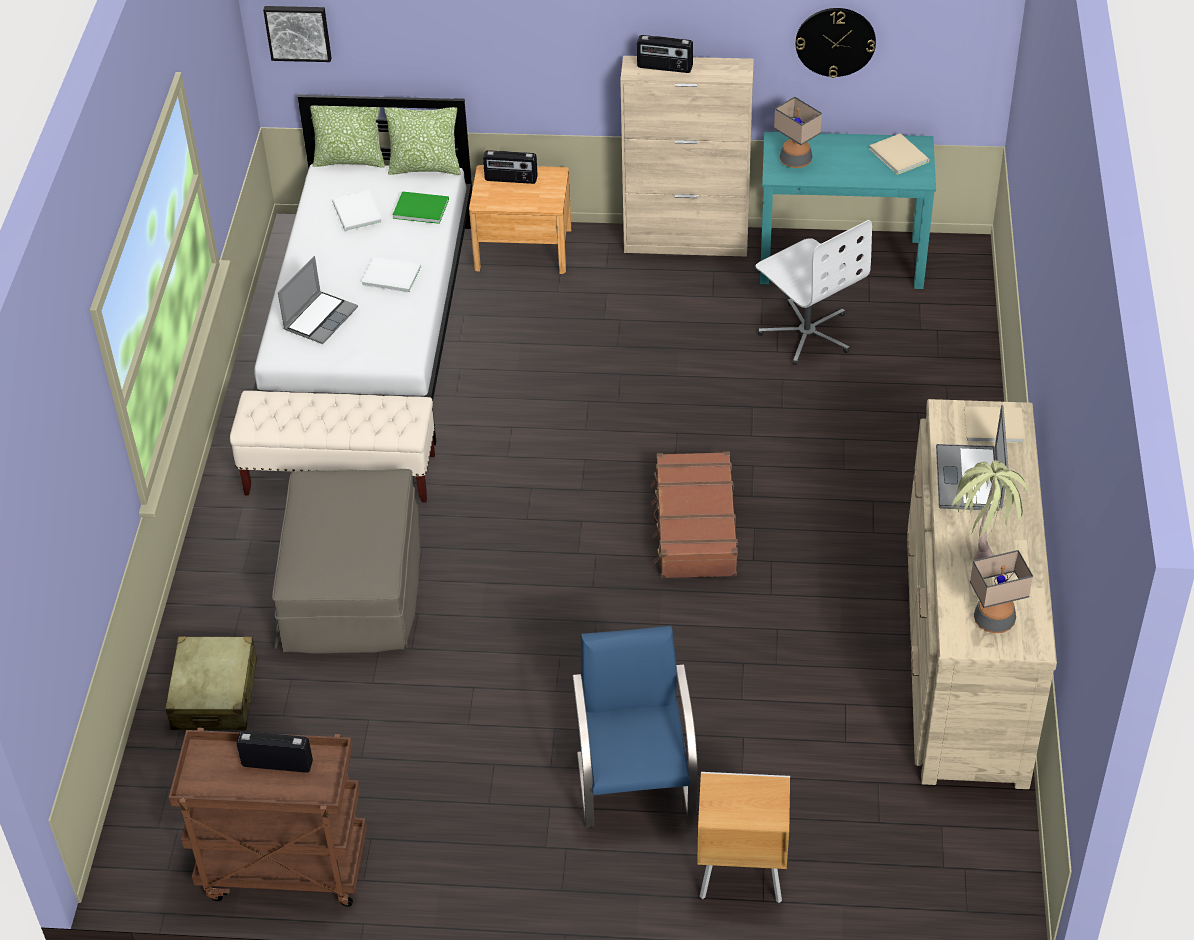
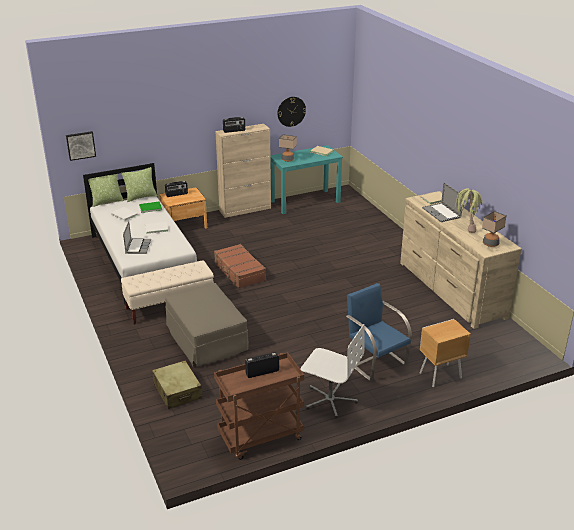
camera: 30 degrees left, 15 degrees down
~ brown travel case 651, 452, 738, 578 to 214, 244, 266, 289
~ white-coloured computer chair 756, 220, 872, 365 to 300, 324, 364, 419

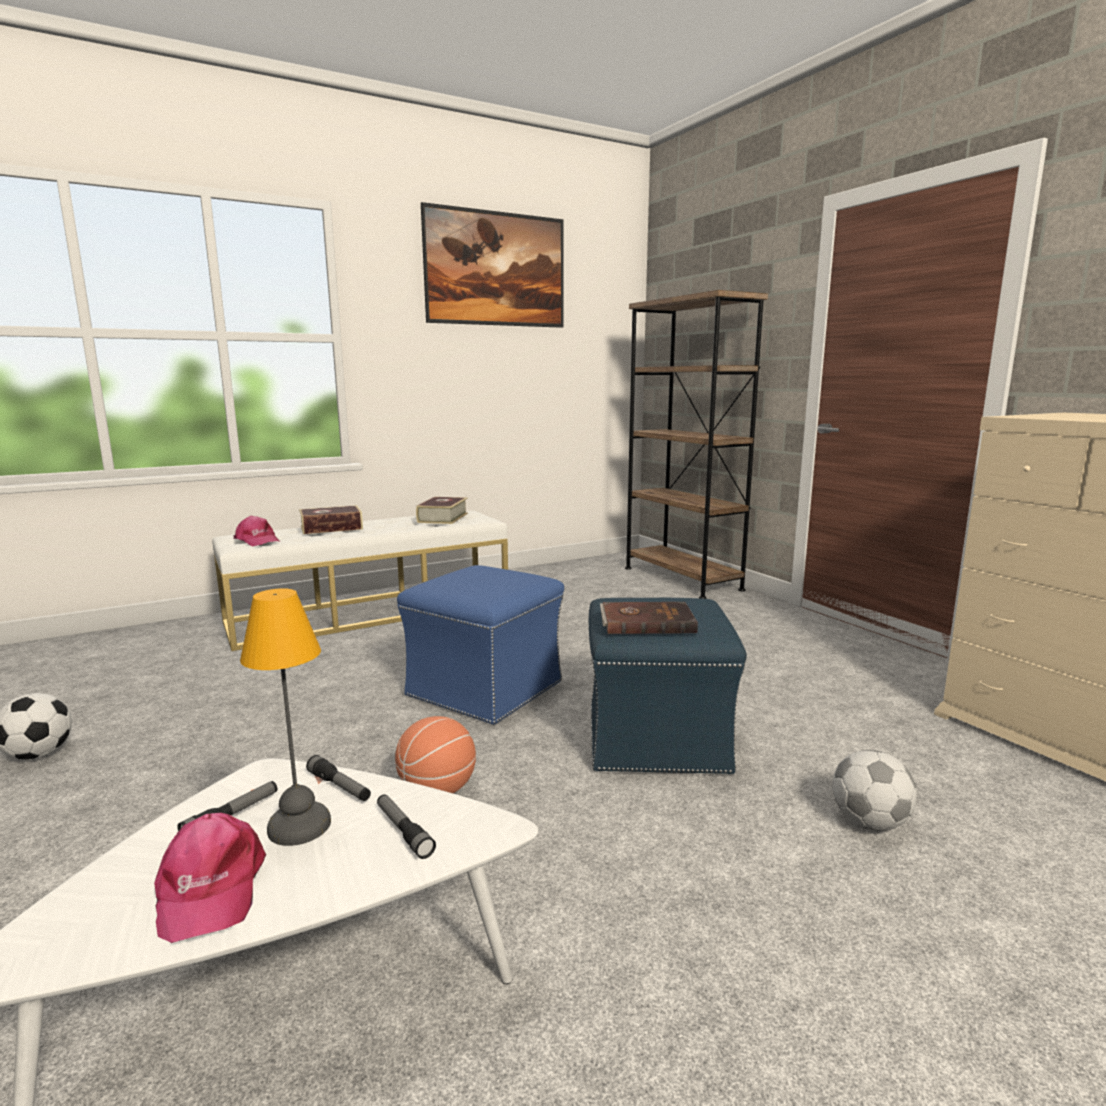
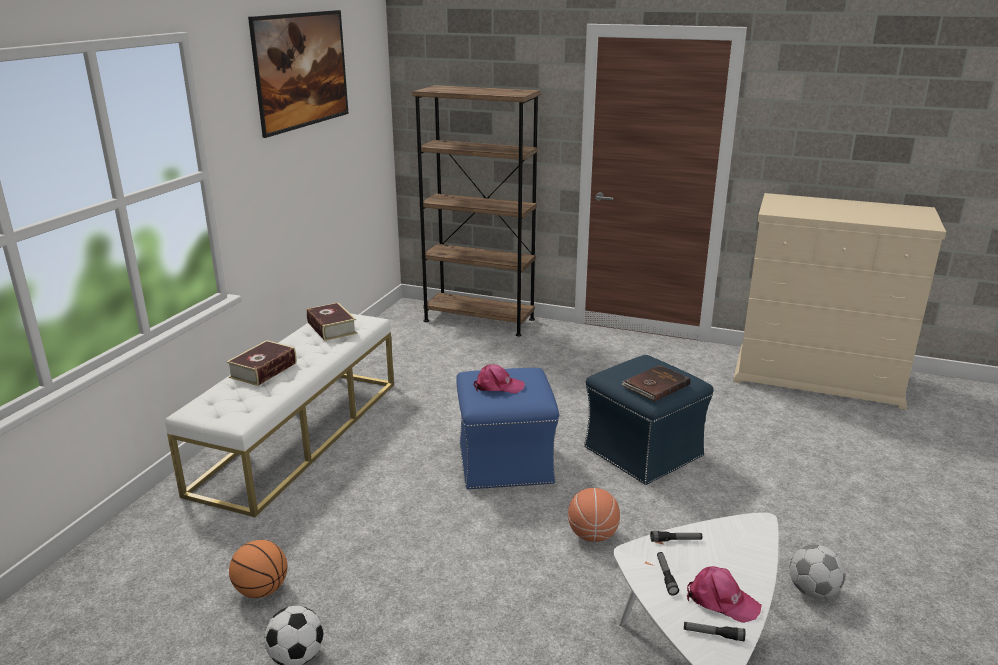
camera: 40 degrees left, 10 degrees up
+ basketball ball 229, 540, 287, 598
~ pink-coloured baseball cap 233, 516, 280, 546 to 474, 365, 525, 393
~ torch 377, 794, 436, 859 to 684, 622, 745, 641
~ football ball 832, 750, 917, 831 to 789, 545, 845, 599
- table lamp 240, 588, 331, 846

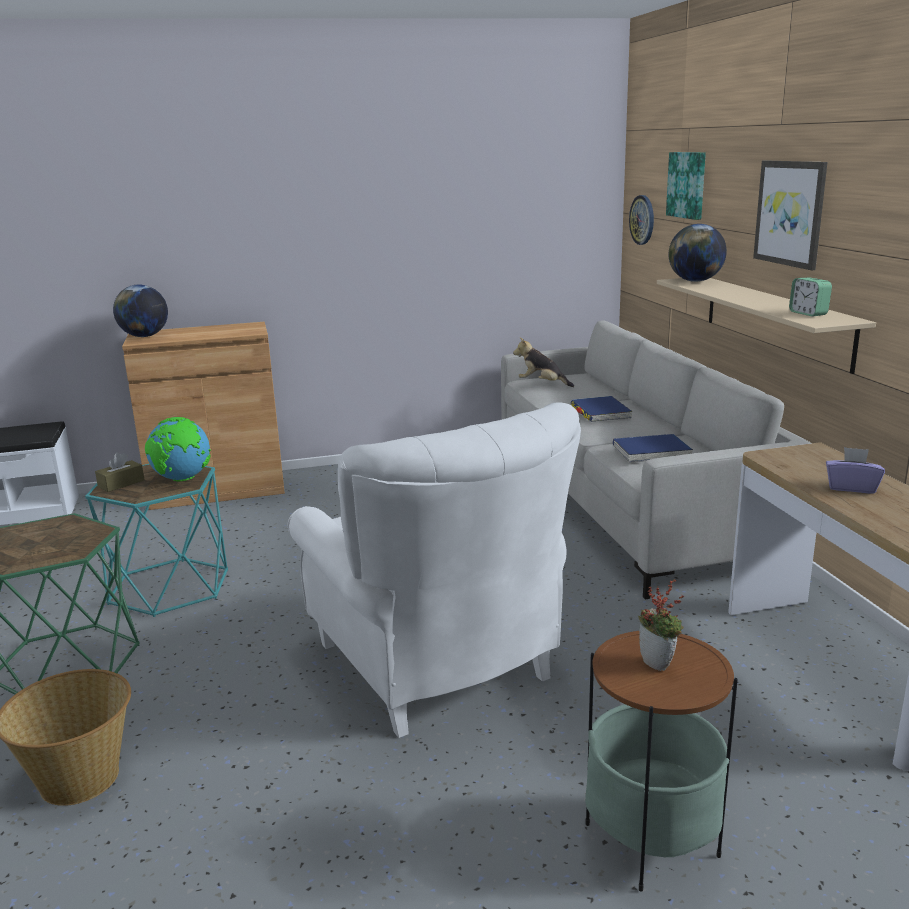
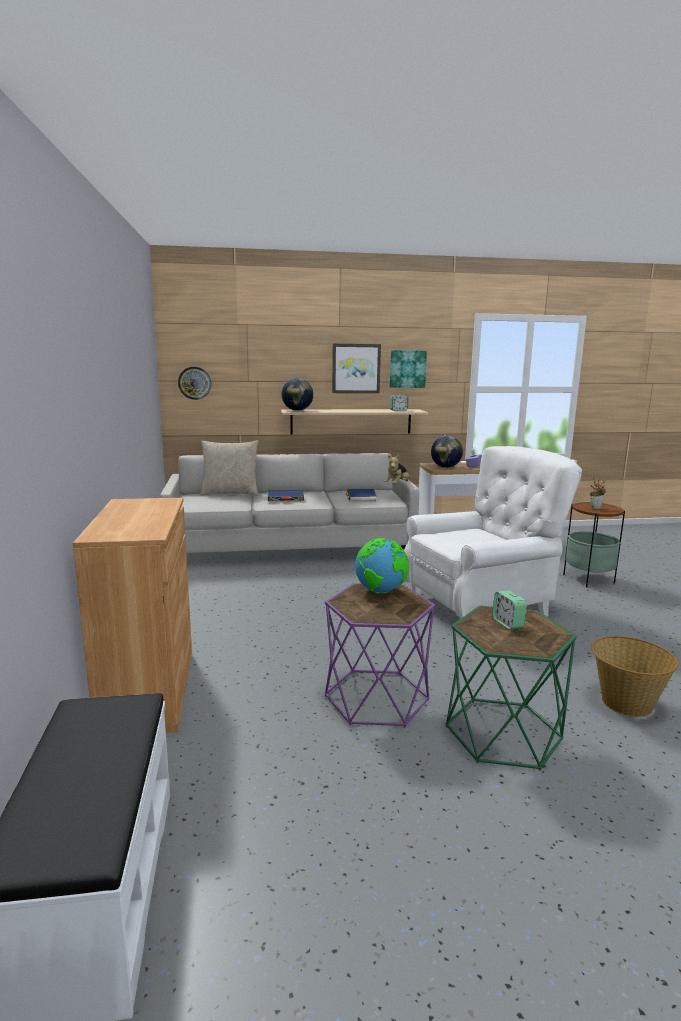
camera: 85 degrees left, 5 degrees down
+ beige pillow 200, 440, 258, 496
~ blue-green accent table 85, 464, 228, 617 to purple accent table 325, 583, 435, 727
~ soft toy 513, 338, 574, 387 to 384, 455, 409, 484
~ wall picture 666, 152, 706, 220 to 389, 350, 427, 388
~ desk globe 113, 285, 168, 337 to 431, 436, 463, 468
+ table clock 492, 591, 527, 629
- brown box of tissues 95, 452, 144, 492

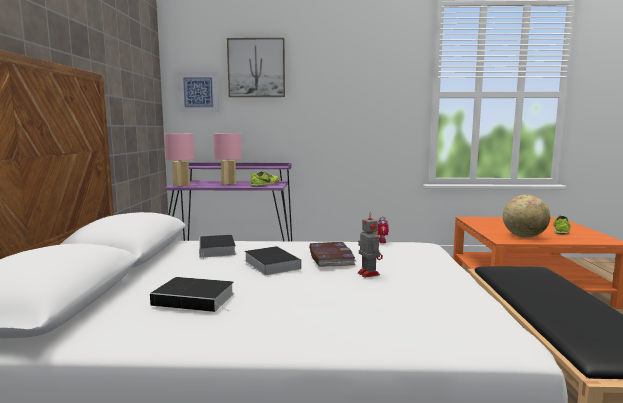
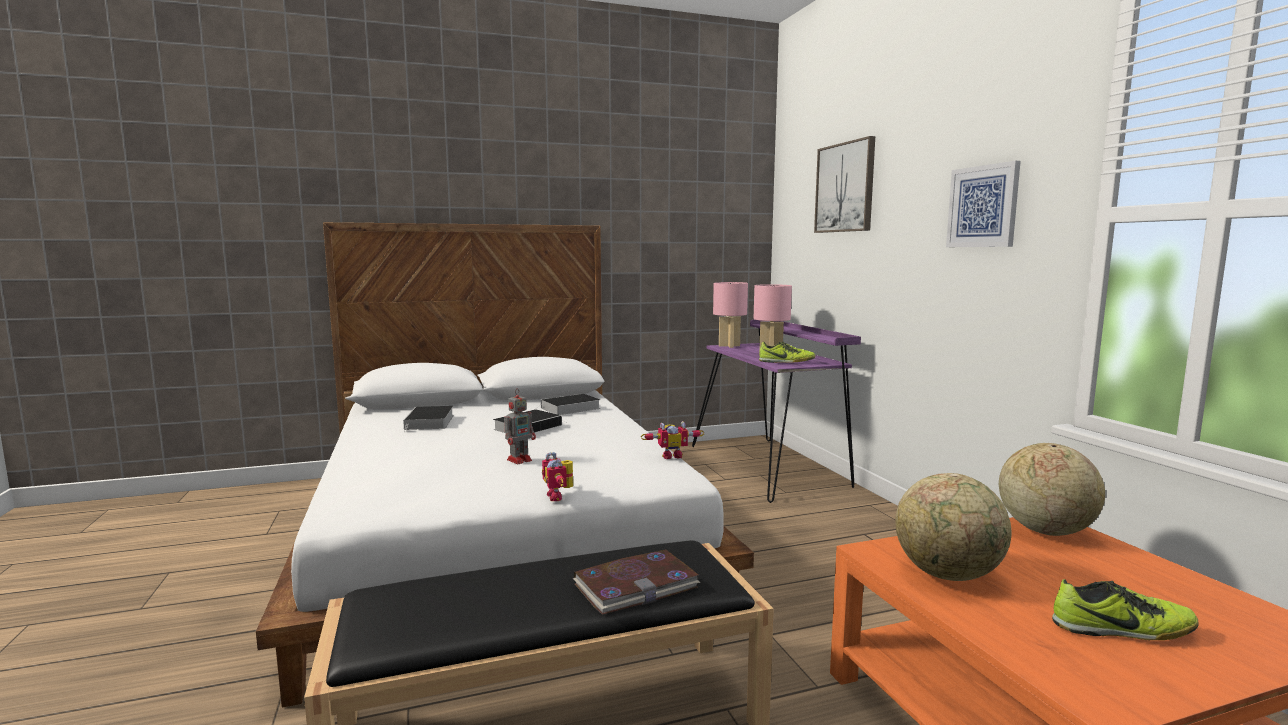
camera: 70 degrees right, 0 degrees up
+ model robot 542, 452, 573, 501
~ volume 309, 242, 357, 267 to 573, 550, 700, 615
~ wall picture 178, 72, 219, 112 to 946, 161, 1021, 247
+ desk globe 999, 443, 1105, 536

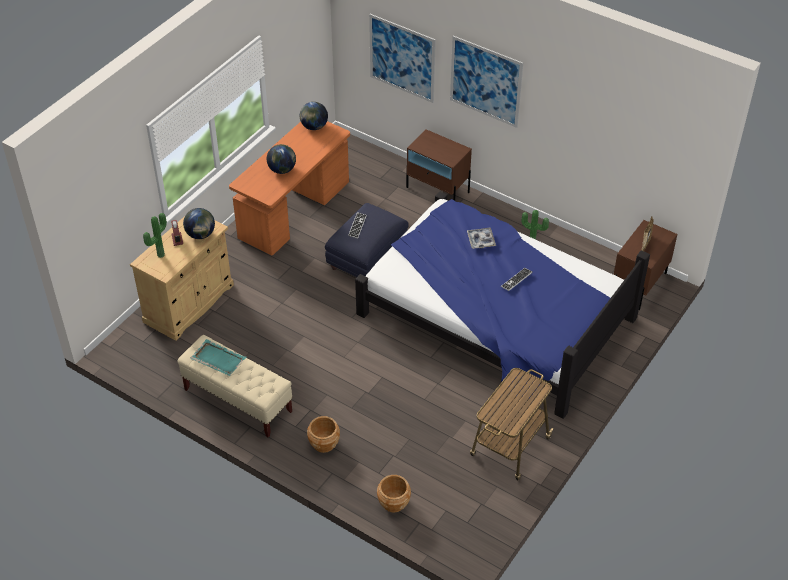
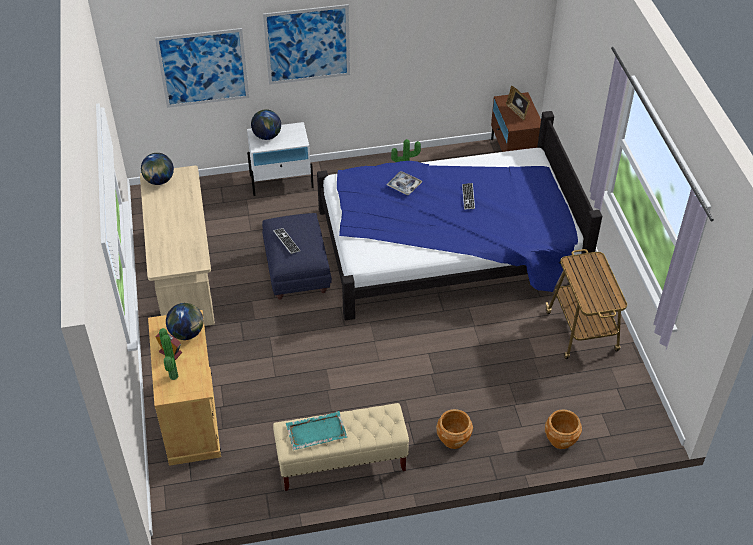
camera: 45 degrees left, 0 degrees up
~ orange-coloured desk unit 229, 121, 350, 256 to beige desk unit 140, 166, 215, 326
~ brown nightstand 406, 129, 472, 201 to white-coloured nightstand 247, 122, 314, 196
~ desk globe 267, 144, 296, 174 to 251, 109, 281, 140

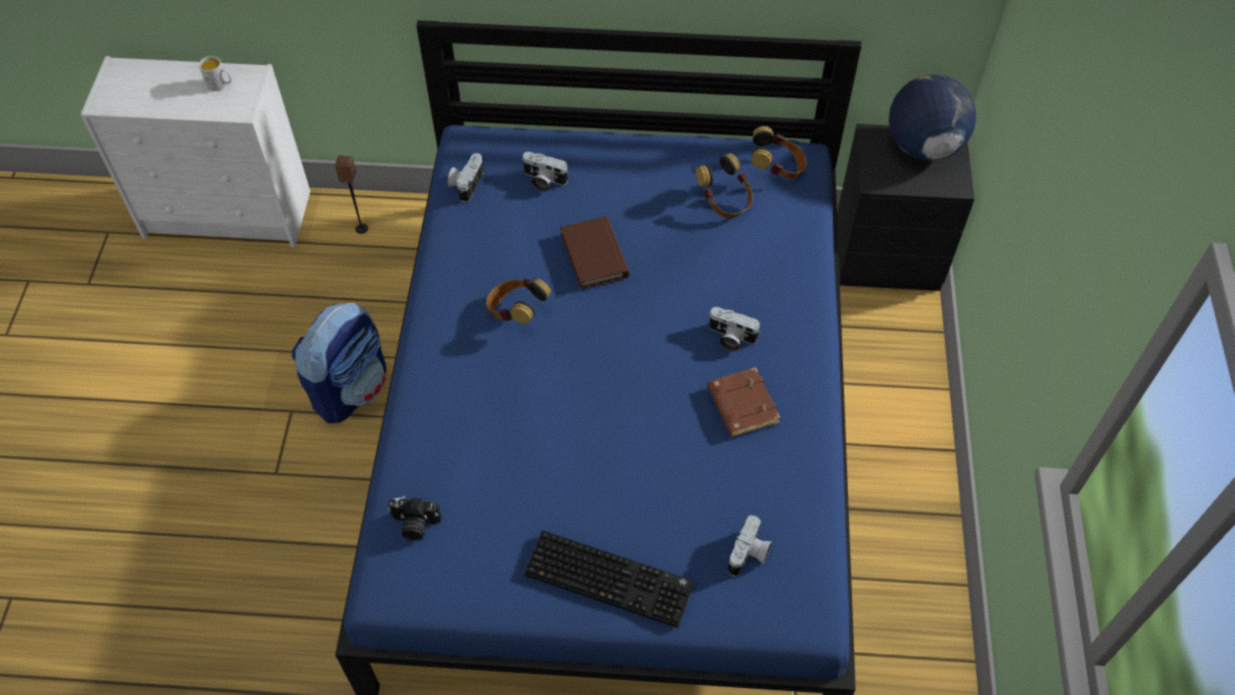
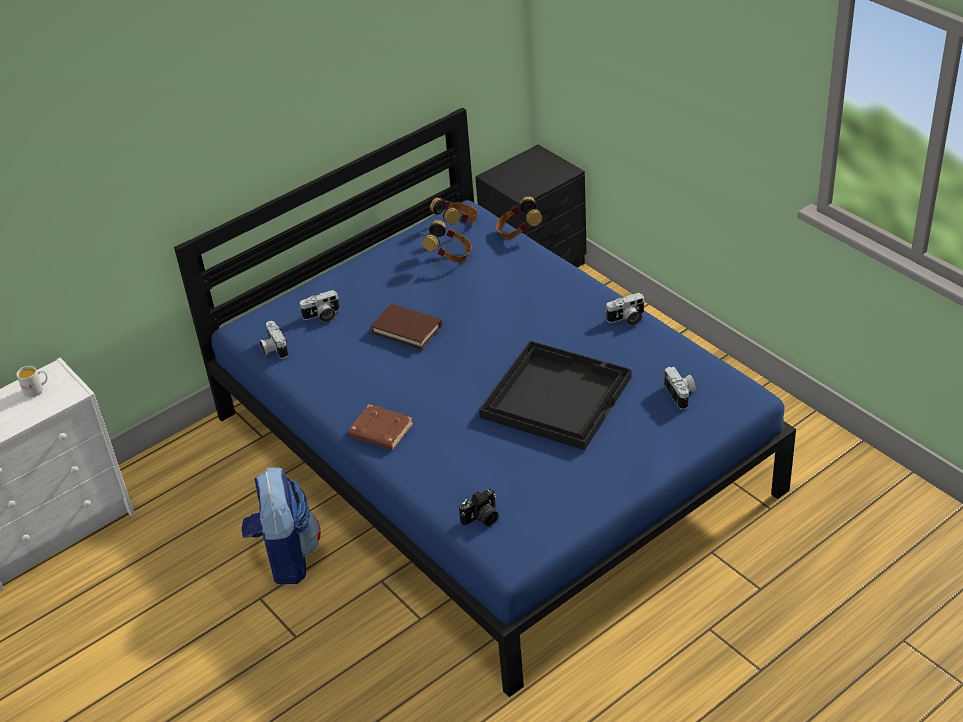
camera: 40 degrees left, 15 degrees down
~ brown volume 708, 367, 780, 437 to 348, 404, 413, 450
+ black tray 479, 341, 632, 450
~ headphones 486, 278, 551, 324 to 496, 196, 542, 240
~ still camera 709, 307, 760, 351 to 605, 293, 645, 326
- speaker 335, 156, 368, 234
- keyboard 524, 530, 694, 628
- desk globe 889, 74, 976, 161

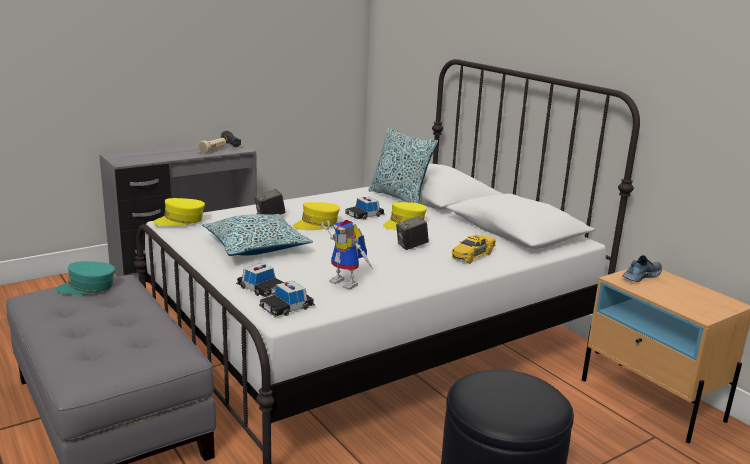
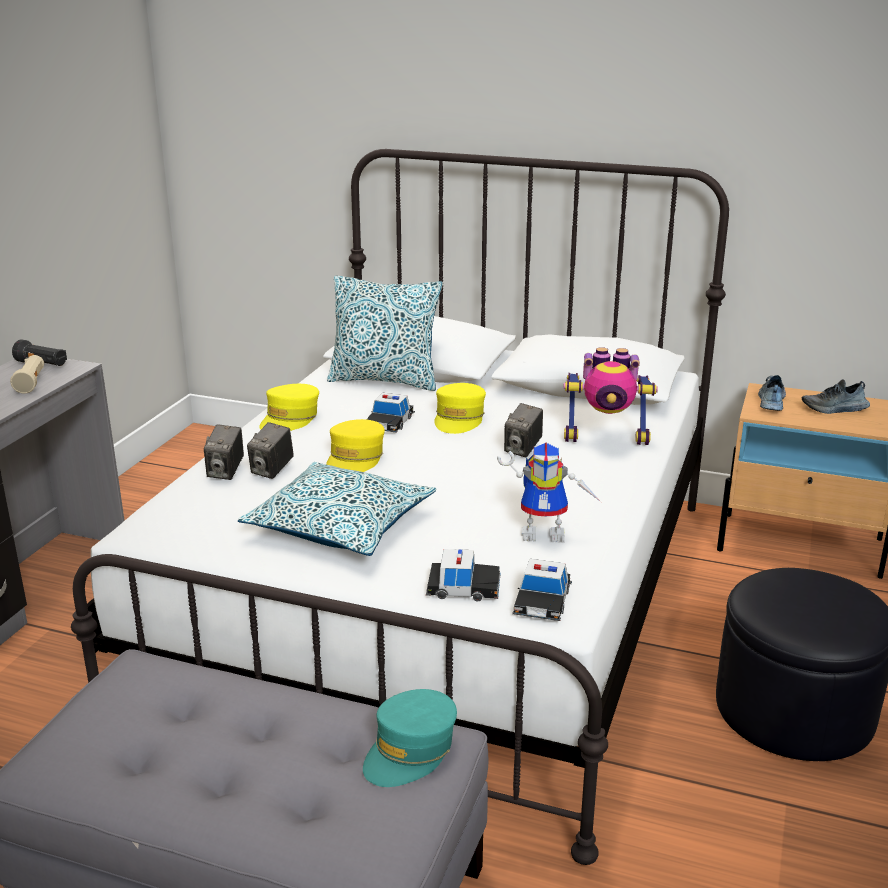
camera: 35 degrees left, 5 degrees up
+ still camera 204, 424, 244, 480
~ yellowish baseball cap 153, 198, 205, 226 to 259, 384, 319, 431
~ blue-green baseball cap 55, 261, 115, 295 to 363, 689, 457, 787
~ yellowish toy car 452, 235, 496, 264 to model robot 563, 347, 658, 445
+ low shoe 802, 379, 870, 414

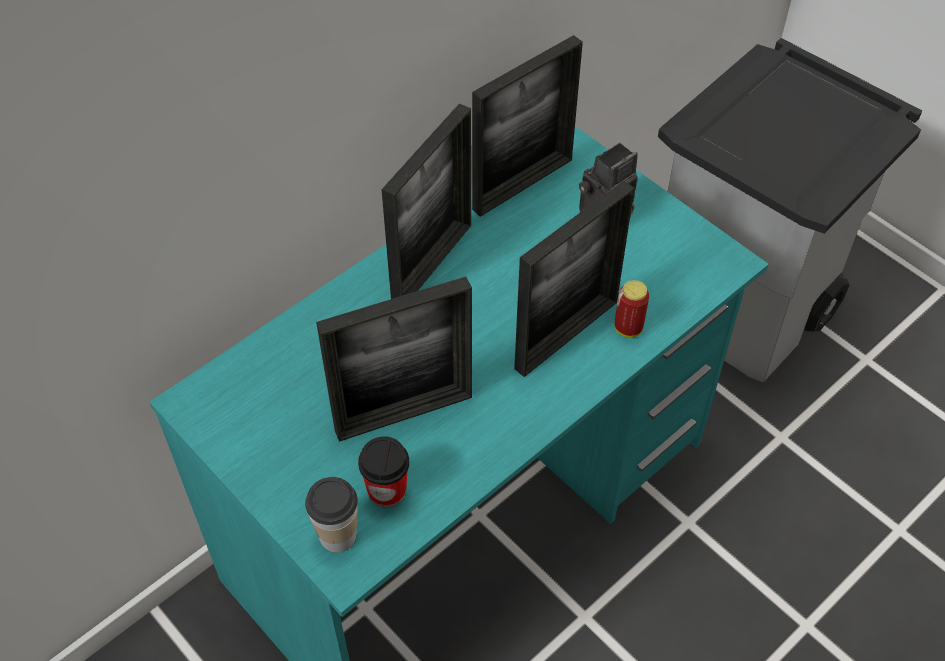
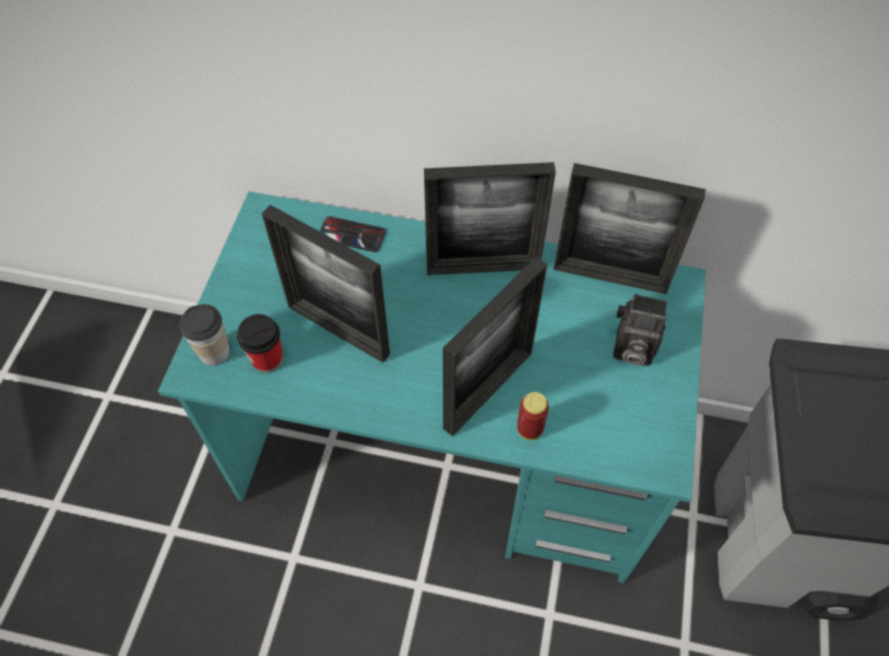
camera: 55 degrees right, 5 degrees up
+ phone 320, 216, 386, 252
~ photo frame 514, 180, 635, 377 = 443, 257, 547, 437 60 degrees counterclockwise

